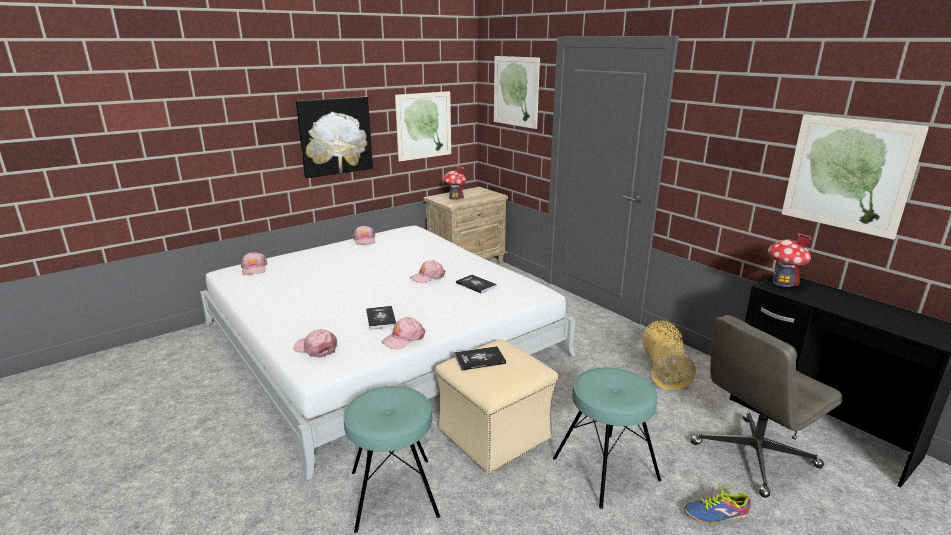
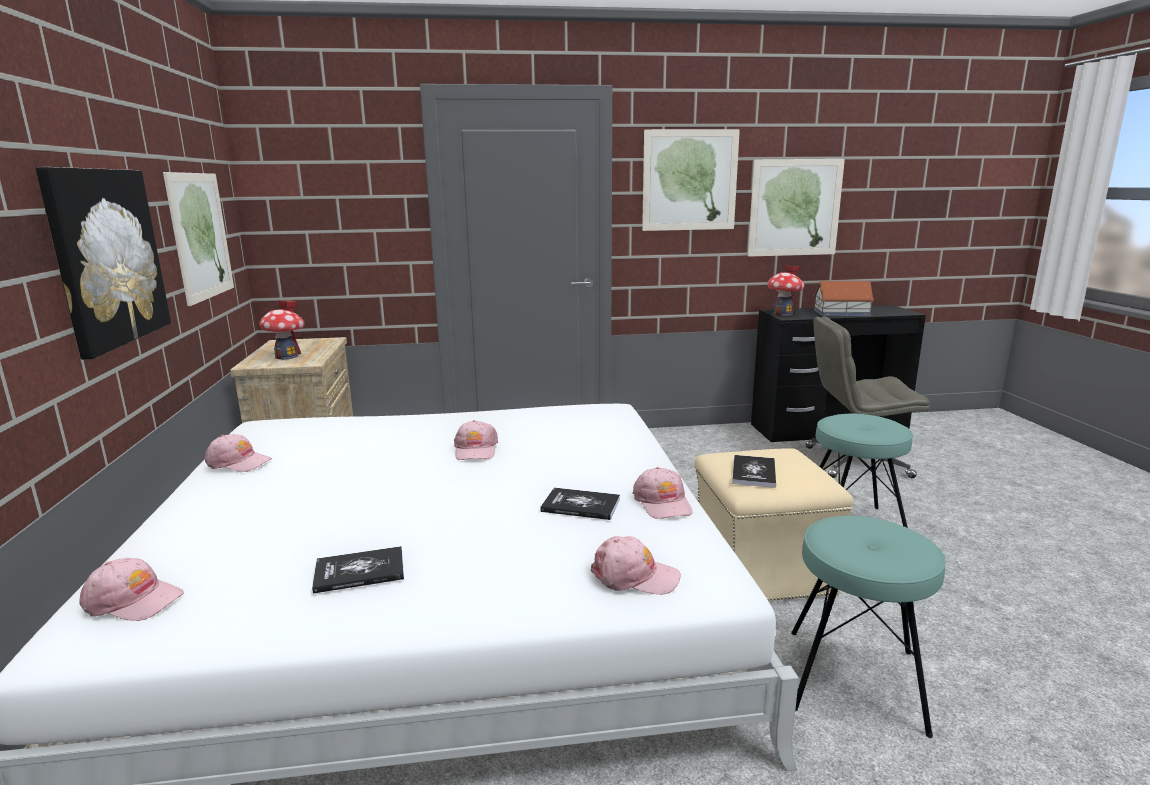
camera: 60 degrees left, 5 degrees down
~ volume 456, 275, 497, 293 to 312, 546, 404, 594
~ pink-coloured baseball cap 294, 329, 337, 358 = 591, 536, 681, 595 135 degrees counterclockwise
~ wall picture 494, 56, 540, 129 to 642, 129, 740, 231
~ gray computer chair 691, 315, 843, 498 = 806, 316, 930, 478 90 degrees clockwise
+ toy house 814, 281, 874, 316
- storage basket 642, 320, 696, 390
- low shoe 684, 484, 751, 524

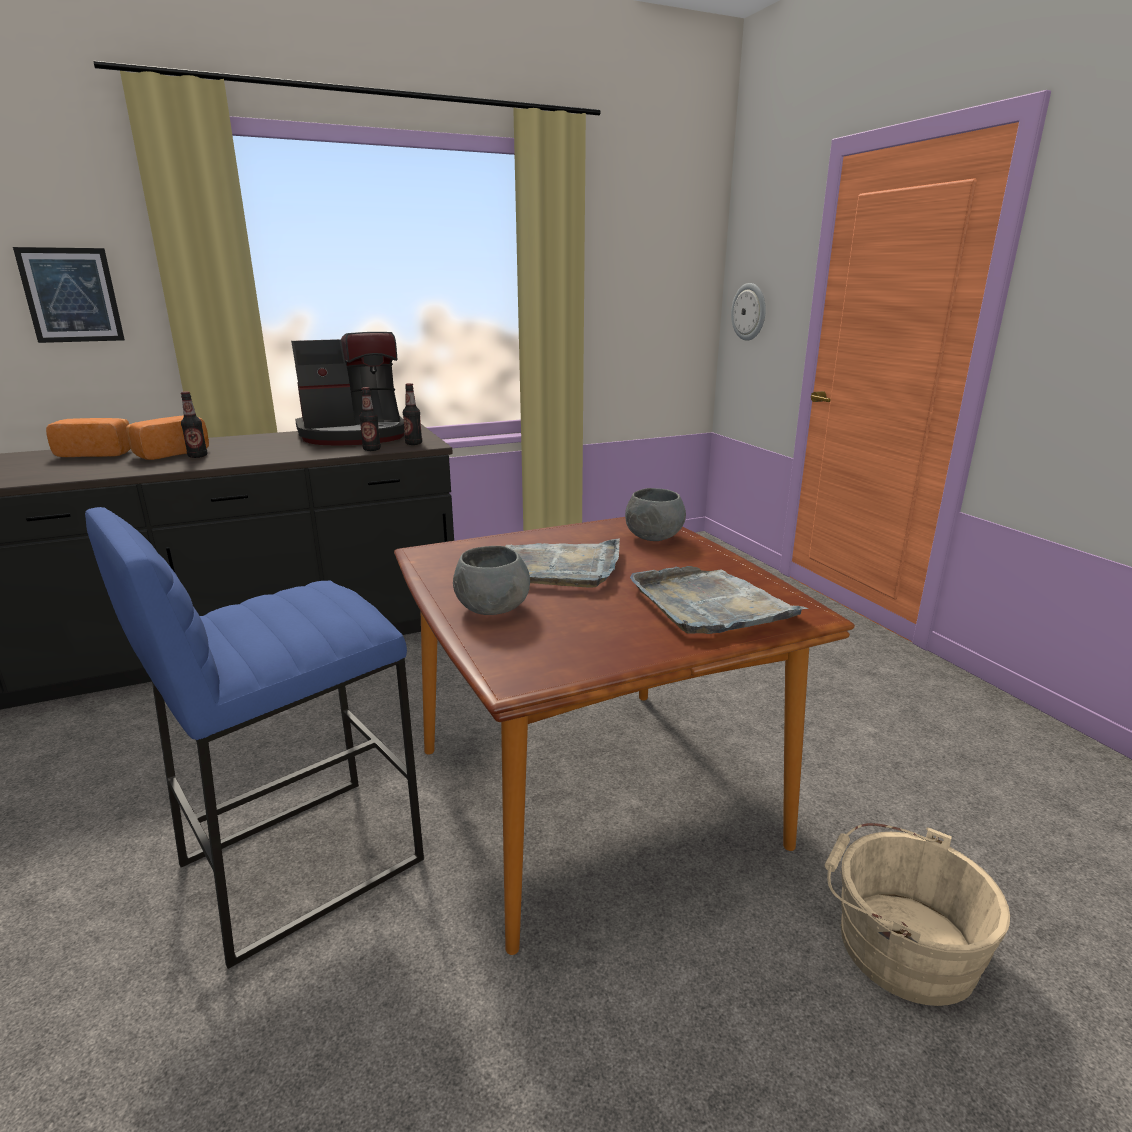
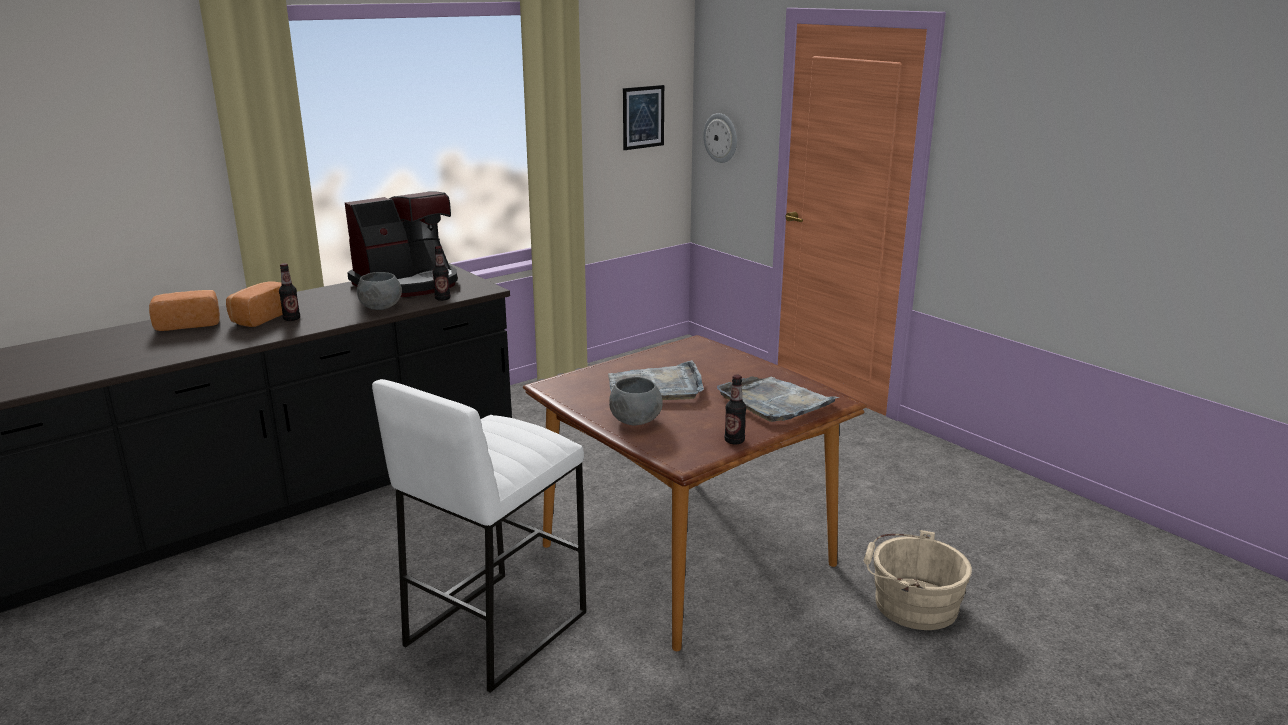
camera: 15 degrees left, 0 degrees up
~ gray serving bowl 625, 488, 686, 541 to 357, 272, 402, 310
~ bluish sitting stool 85, 507, 424, 969 to white-coloured sitting stool 372, 379, 586, 693
~ wall picture 13, 247, 125, 343 to 623, 85, 664, 150
~ drink bottle 403, 383, 422, 445 to 724, 375, 746, 445

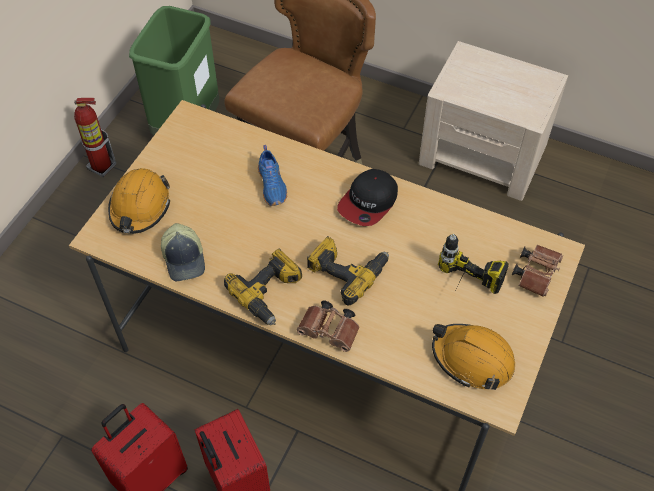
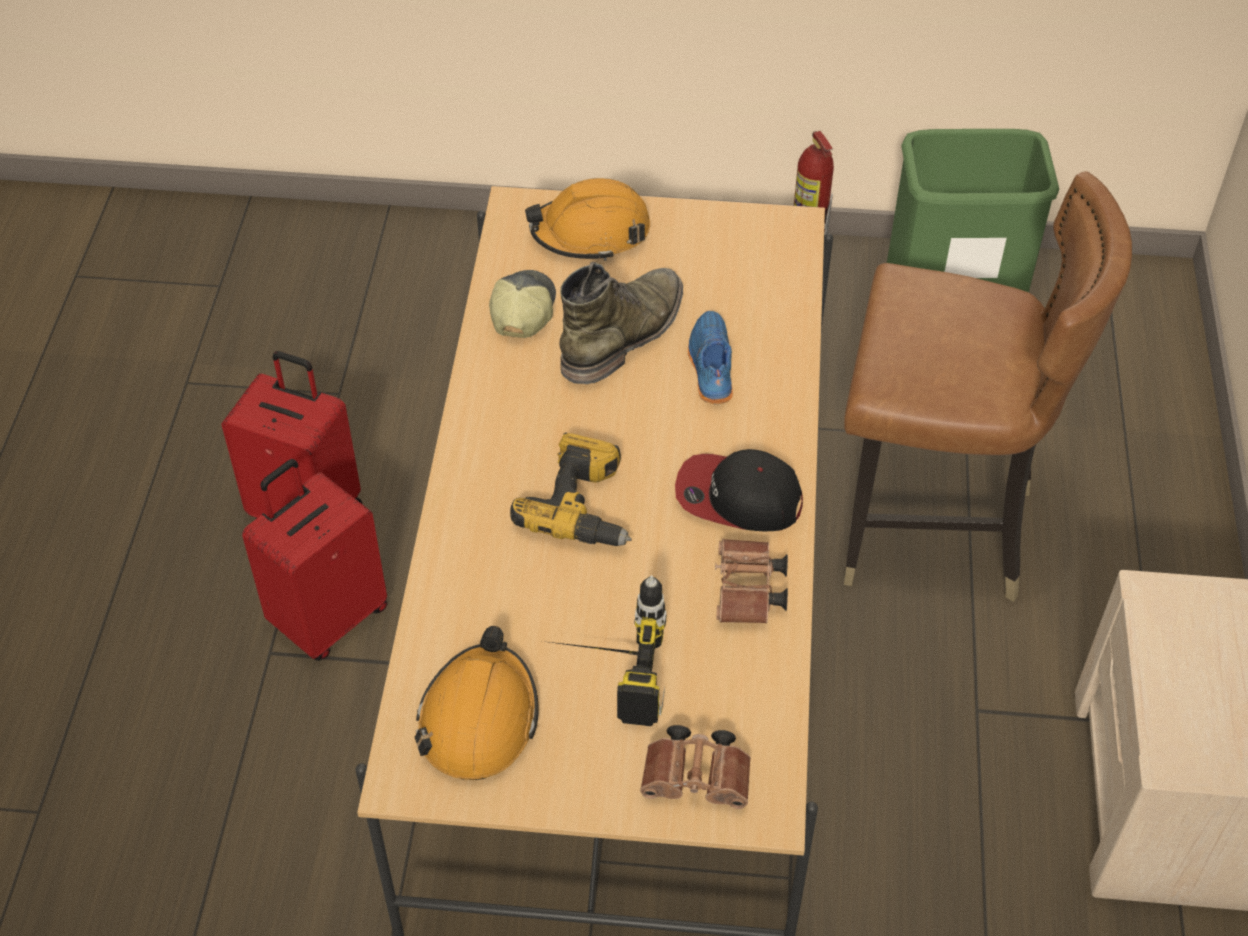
camera: 70 degrees right, 5 degrees down
~ baseball cap 161, 223, 205, 281 = 489, 270, 556, 338 135 degrees clockwise
+ greenish high-top boot 560, 262, 683, 384
~ bluish low shoe 258, 145, 287, 206 = 688, 311, 733, 404 120 degrees clockwise
~ brown field glasses 297, 300, 360, 352 to 715, 539, 788, 623
- electric drill 224, 248, 302, 325

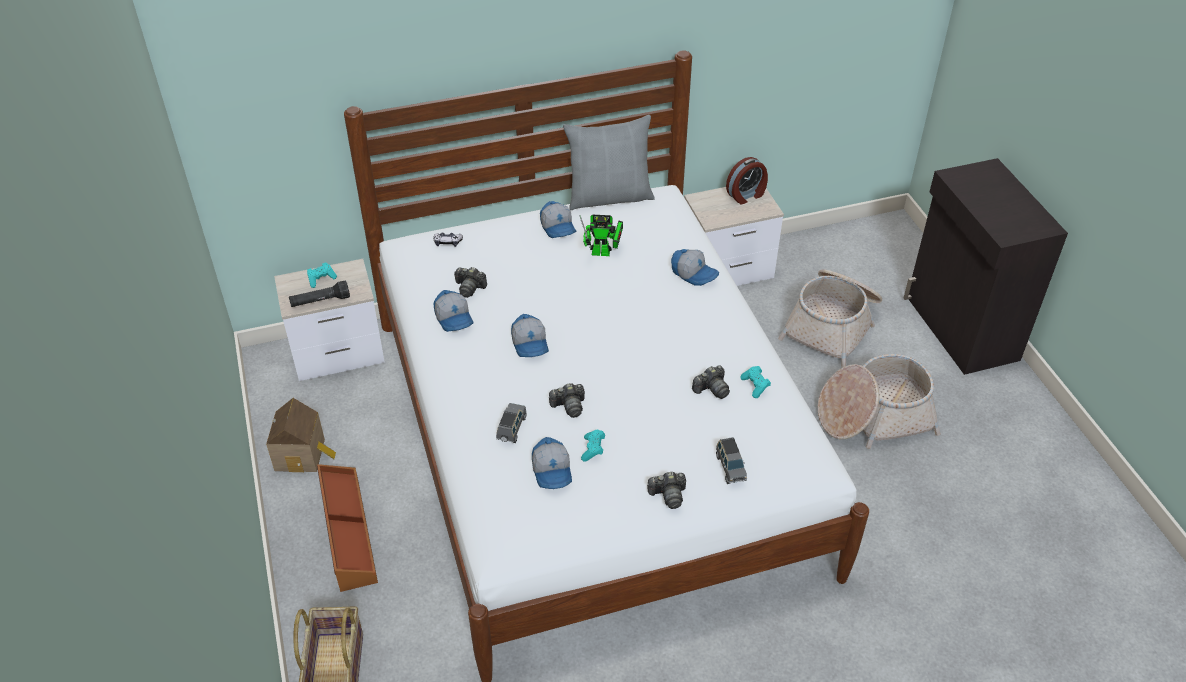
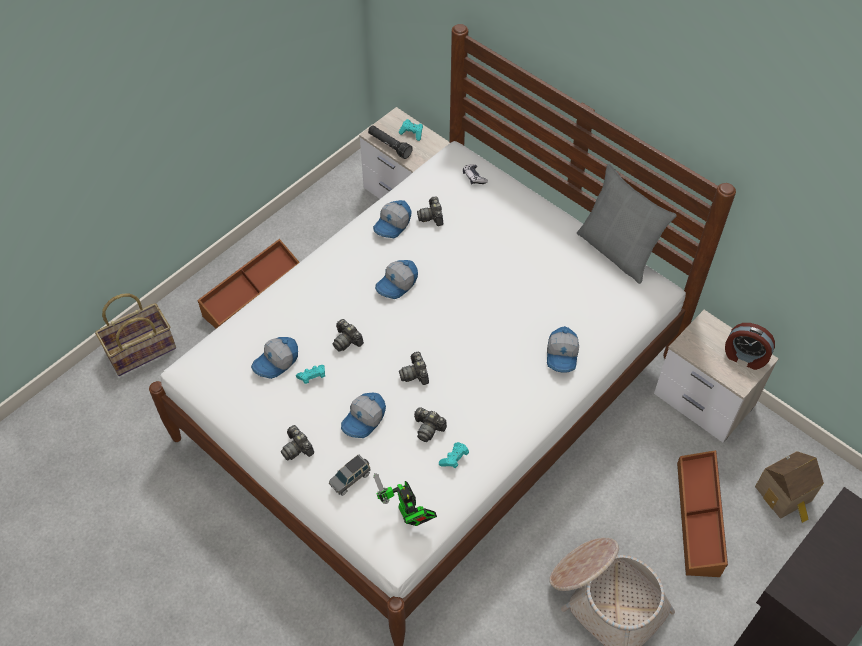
camera: 60 degrees right, 10 degrees up
~ baseball cap 540, 201, 576, 238 to 341, 393, 386, 438
~ model robot 580, 215, 623, 256 to 373, 473, 437, 526
+ still camera 399, 352, 429, 385
~ storage basket 778, 269, 882, 368 to brown storage bin 677, 450, 728, 577
~ toy house 266, 398, 336, 472 to 755, 451, 824, 523
- gray toy car 496, 403, 527, 443

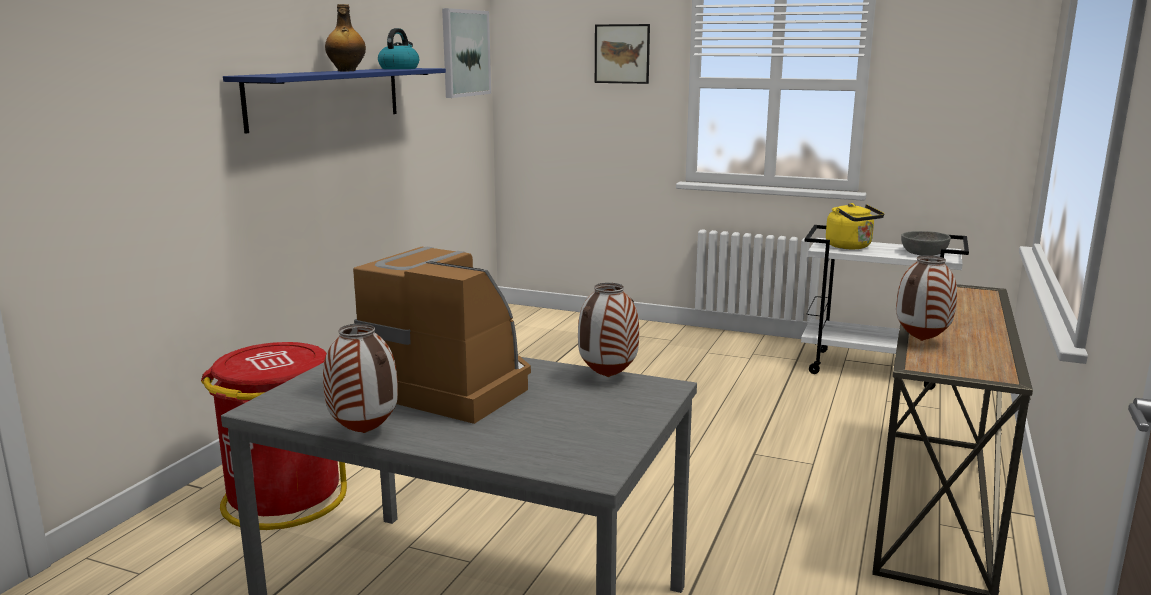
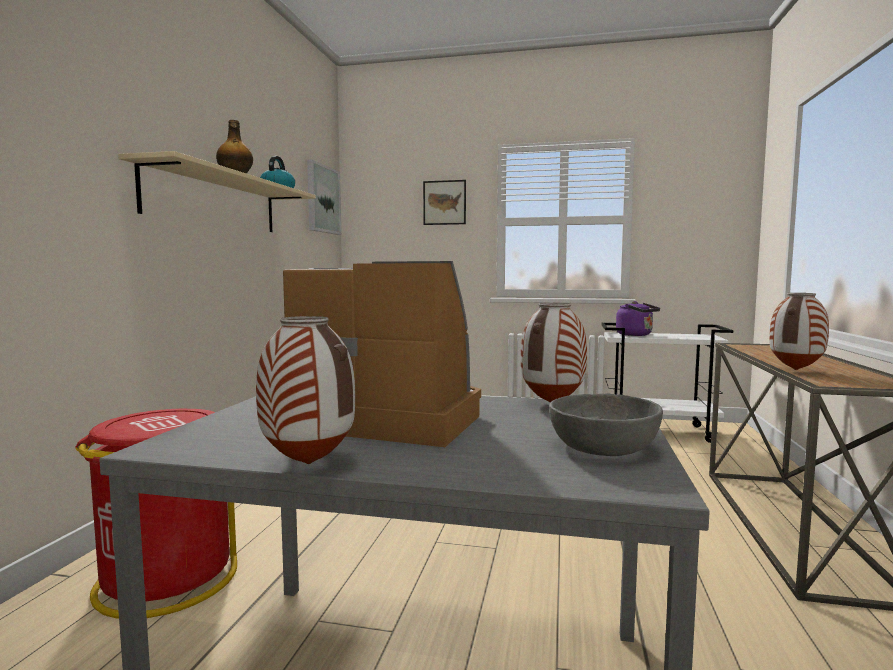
camera: 10 degrees left, 10 degrees down
~ bluish shelf 223, 68, 446, 133 to beige shelf 118, 151, 316, 232
~ gray serving bowl 901, 231, 951, 256 to 549, 393, 663, 456
~ yellowish kettle 826, 203, 884, 249 to purple kettle 616, 301, 660, 336

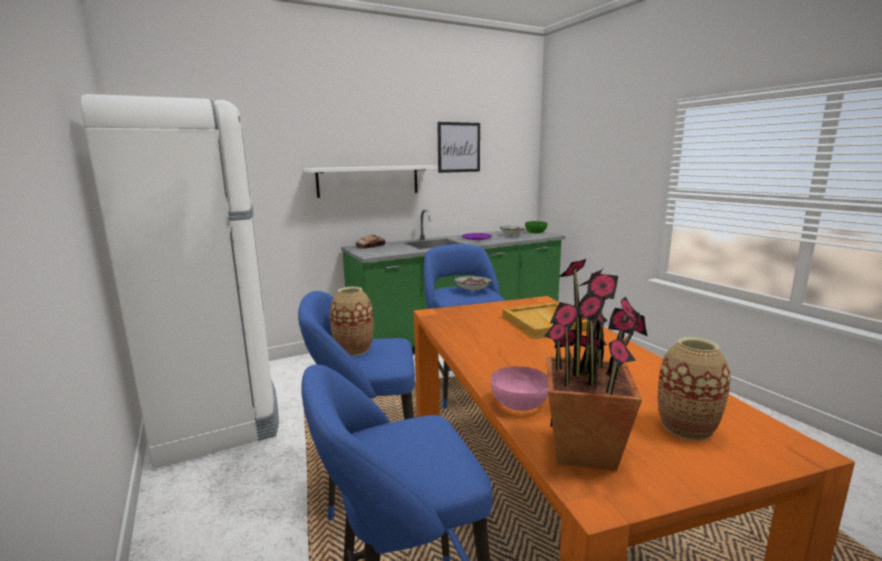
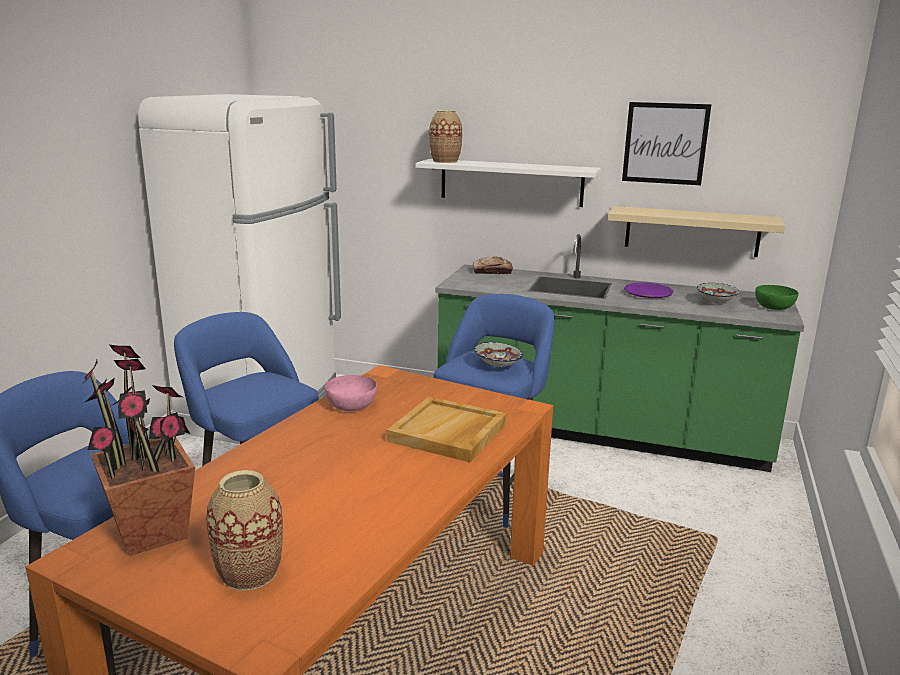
camera: 45 degrees right, 5 degrees up
~ pink-coloured serving bowl 491, 366, 548, 411 to 325, 375, 377, 411
~ vase 330, 287, 374, 356 to 429, 110, 462, 163
+ beige shelf 608, 206, 785, 257

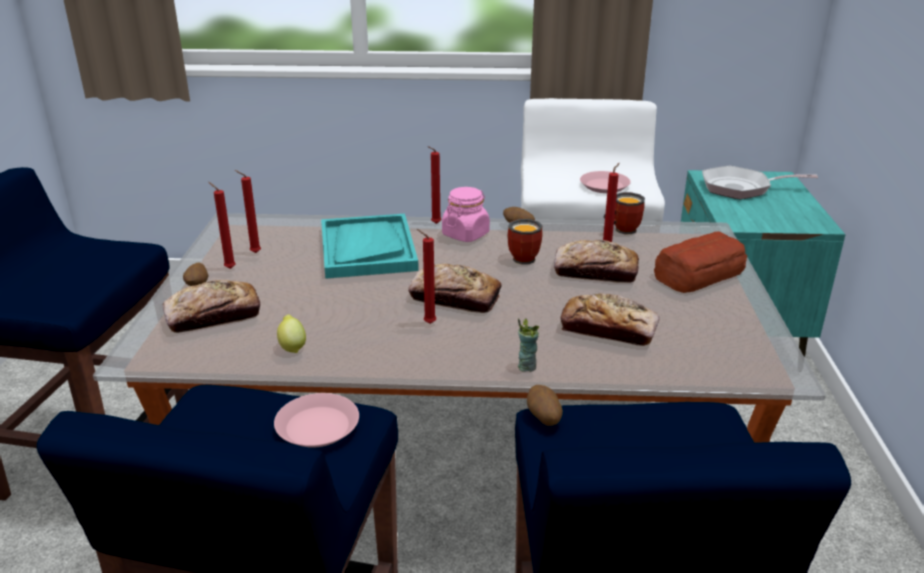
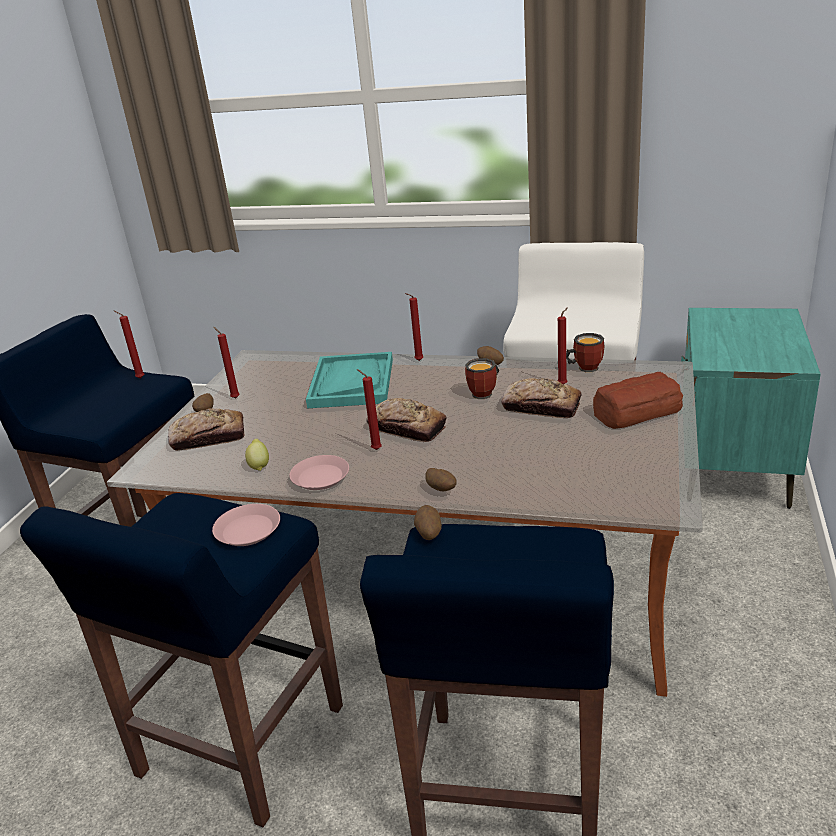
camera: 15 degrees right, 0 degrees up
~ reddish wax candle 235, 170, 261, 253 to 115, 311, 144, 379
~ pink-coloured flat dish 580, 171, 631, 193 to 289, 455, 349, 490
~ small cup 518, 318, 539, 372 to potato 425, 468, 457, 491
- pink-coloured storage jar 442, 187, 490, 242
- bread 560, 293, 660, 346
- frying pan 702, 165, 818, 199

